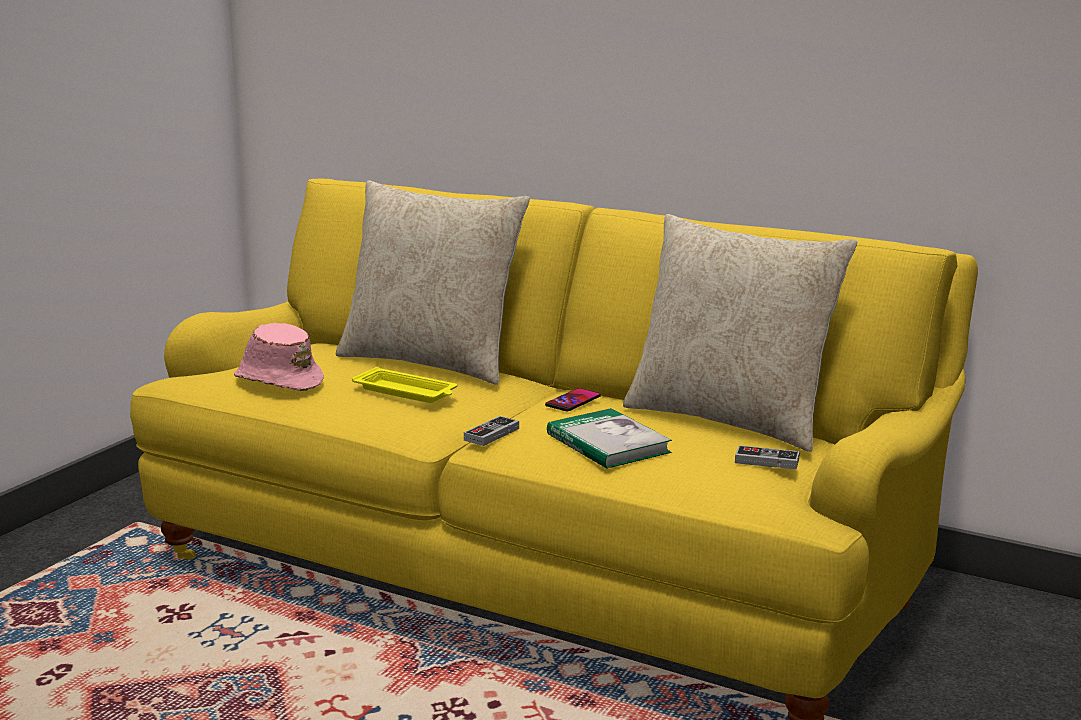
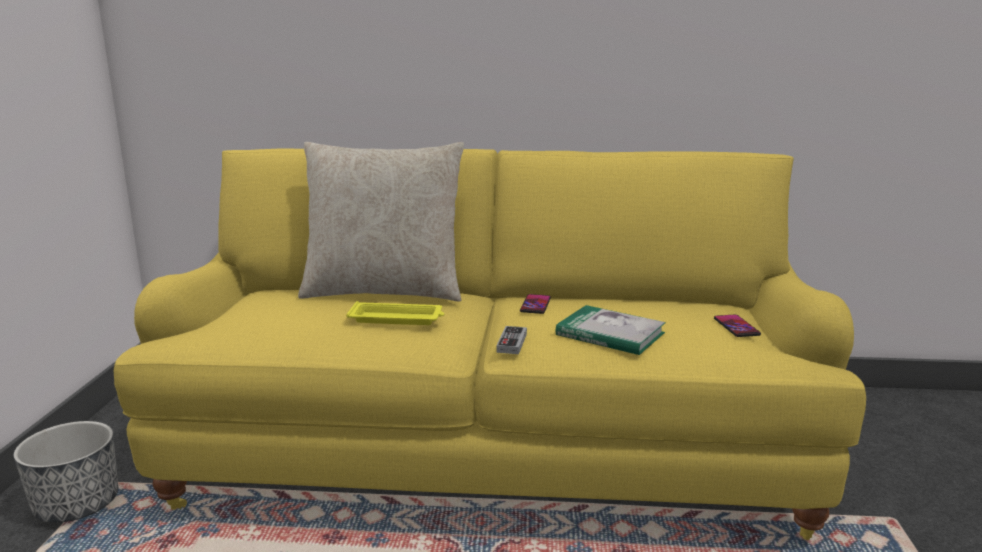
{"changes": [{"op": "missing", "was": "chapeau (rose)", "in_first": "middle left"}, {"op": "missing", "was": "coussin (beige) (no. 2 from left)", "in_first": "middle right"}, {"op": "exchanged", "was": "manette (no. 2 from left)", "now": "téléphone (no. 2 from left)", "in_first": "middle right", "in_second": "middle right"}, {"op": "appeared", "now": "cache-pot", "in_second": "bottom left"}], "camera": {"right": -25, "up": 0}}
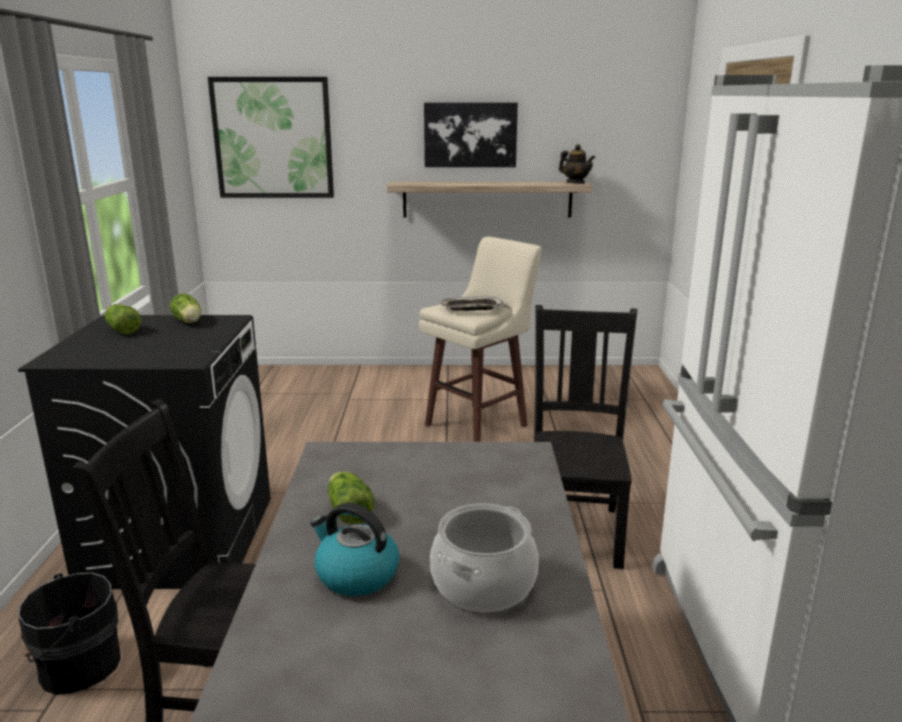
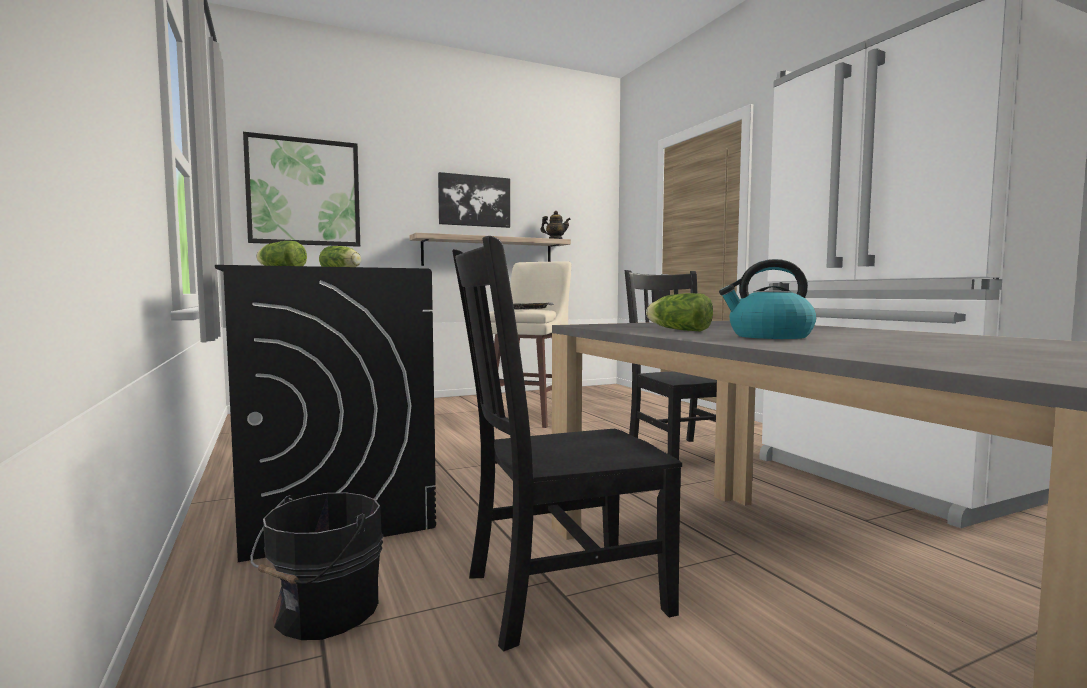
{"changes": [{"op": "missing", "was": "marmite", "in_first": "bottom centre"}], "camera": {"right": -25, "up": -15}}
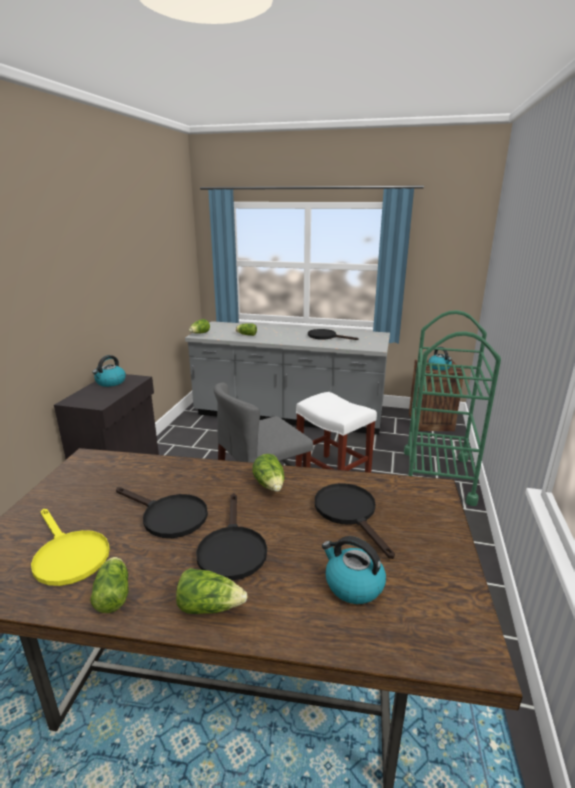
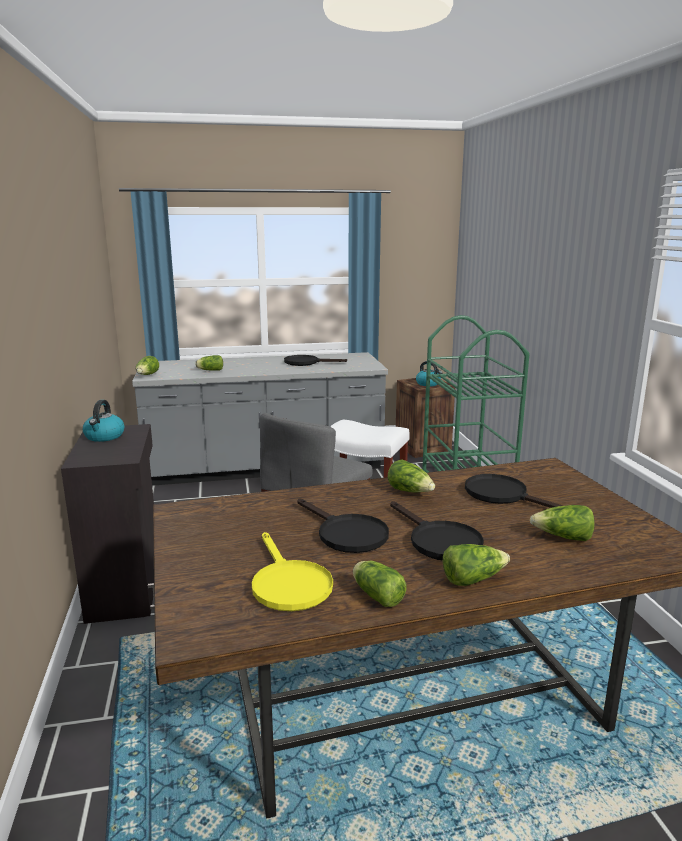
{"changes": [{"op": "spun", "was": "poêle (jaune)", "in_first": "bottom left", "in_second": "bottom centre", "clockwise": 45}, {"op": "spun", "was": "poêle (noir) (no. 1 from left in the first image)", "in_first": "middle left", "in_second": "centre", "clockwise": 45}, {"op": "exchanged", "was": "bouilloire (no. 2 from left)", "now": "laitue (no. 6 from left)", "in_first": "bottom centre", "in_second": "middle right"}], "camera": {"right": -25, "up": -5}}
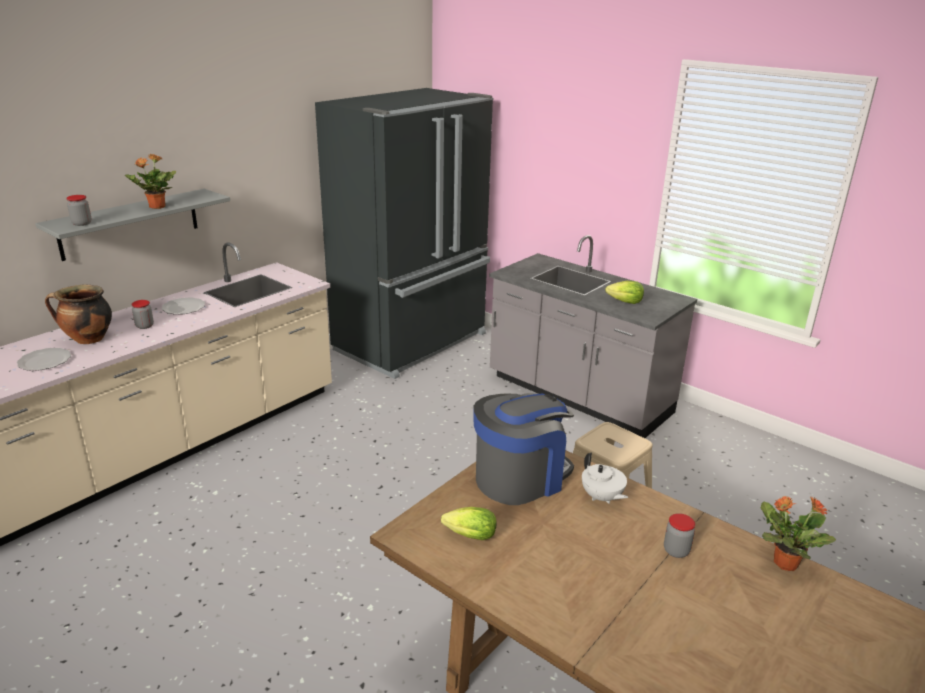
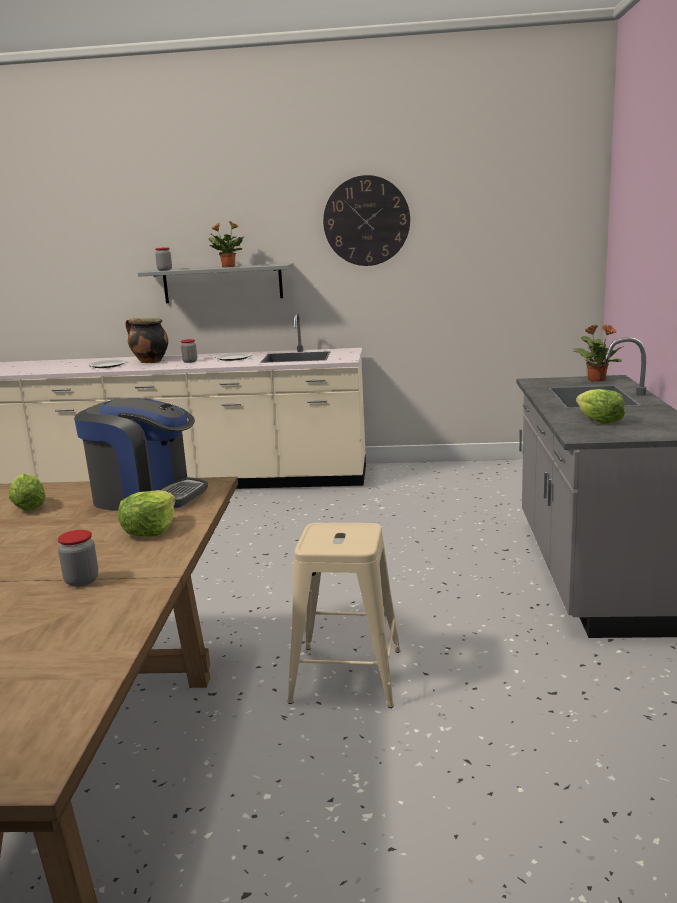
{"changes": [{"op": "missing", "was": "réfrigérateur (noir)", "in_first": "centre"}, {"op": "exchanged", "was": "théière (blanc)", "now": "laitue (no. 2 from left)", "in_first": "bottom centre", "in_second": "middle left"}, {"op": "relocated", "was": "plante en pot (no. 2 from left)", "in_first": "bottom right", "in_second": "middle right"}, {"op": "appeared", "now": "horloge murale", "in_second": "top centre"}], "camera": {"right": 55, "up": -10}}
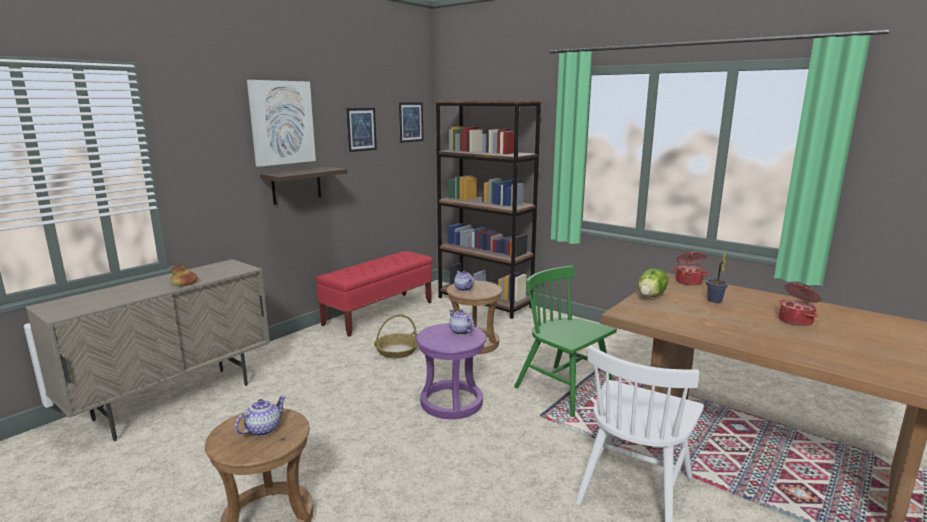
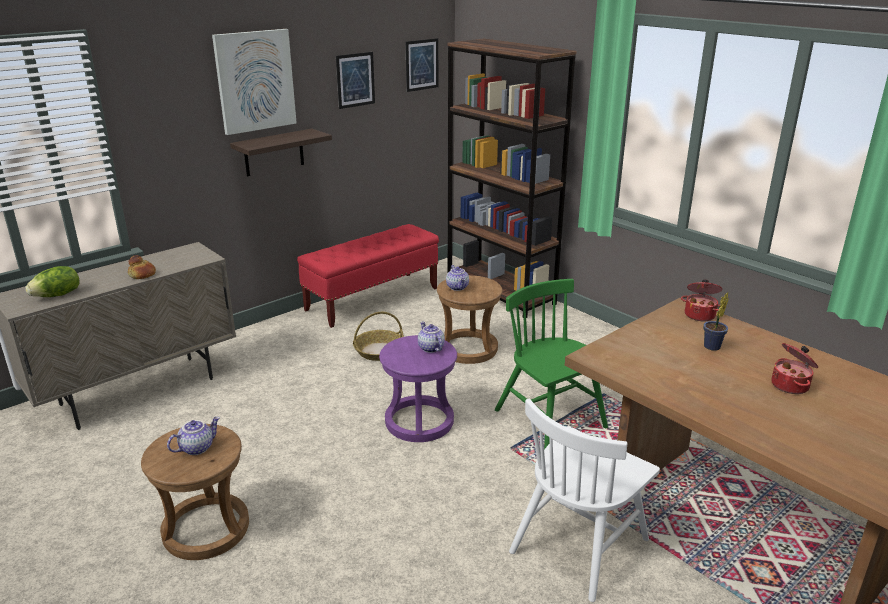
{"changes": [{"op": "relocated", "was": "laitue", "in_first": "middle right", "in_second": "middle left"}], "camera": {"right": 10, "up": 10}}
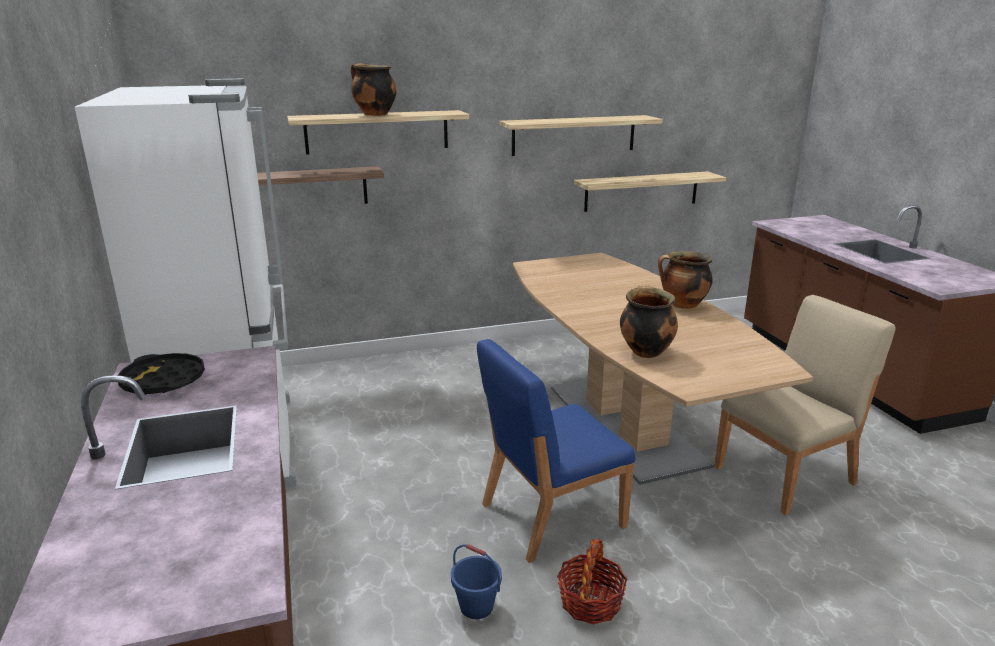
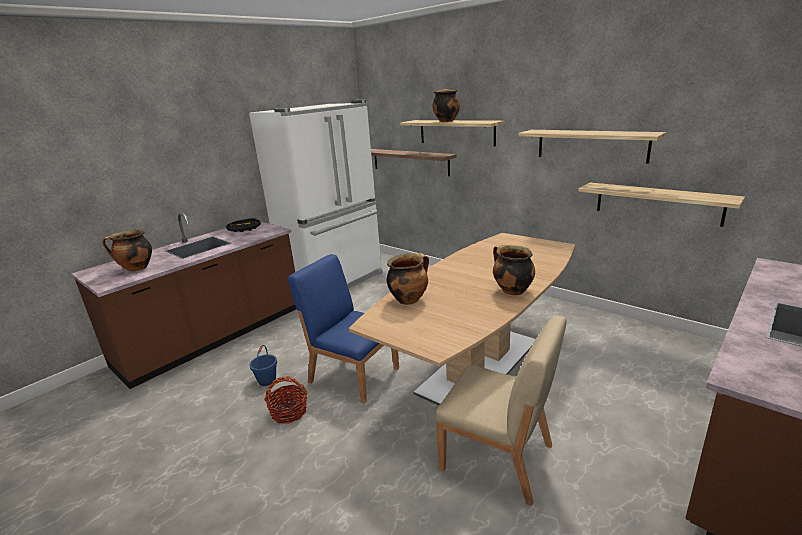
{"changes": [{"op": "appeared", "now": "marmite (no. 1 from left)", "in_second": "middle left"}], "camera": {"right": 60, "up": 0}}
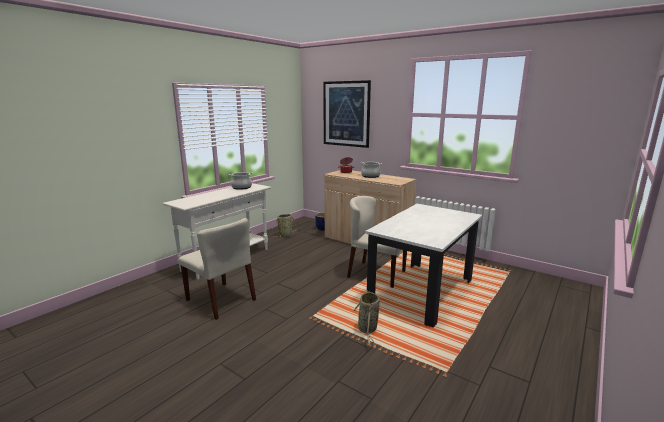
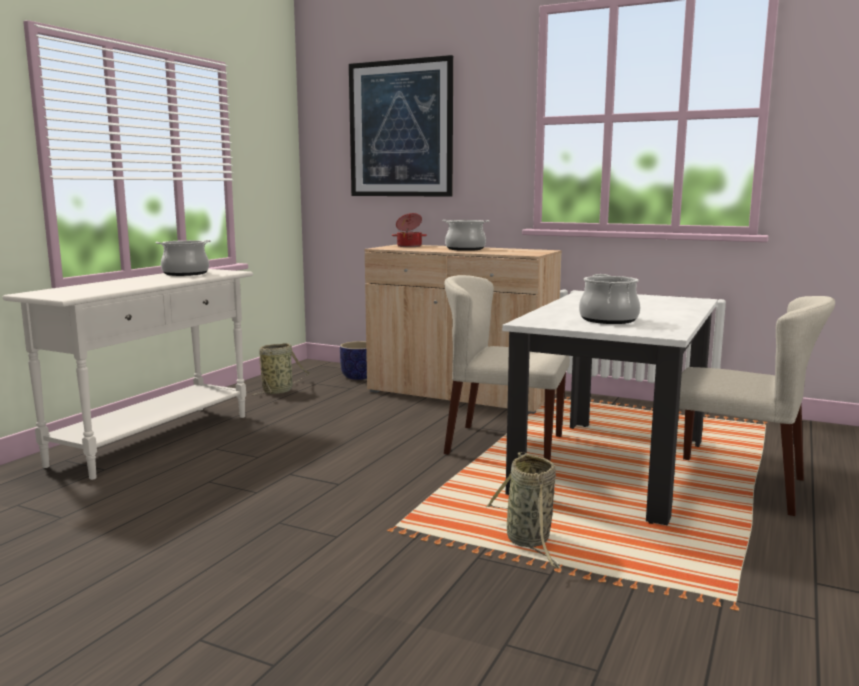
{"changes": [{"op": "relocated", "was": "chaise (beige) (no. 1 from left in the first image)", "now": "chaise (beige) (no. 2 from left)", "in_first": "middle left", "in_second": "middle right"}, {"op": "appeared", "now": "marmite (no. 4 from left)", "in_second": "middle right"}], "camera": {"right": -10, "up": -5}}
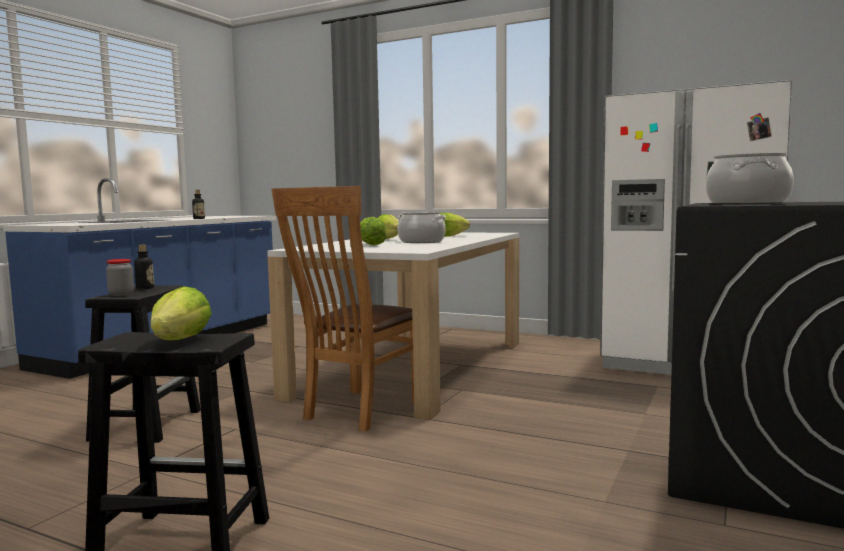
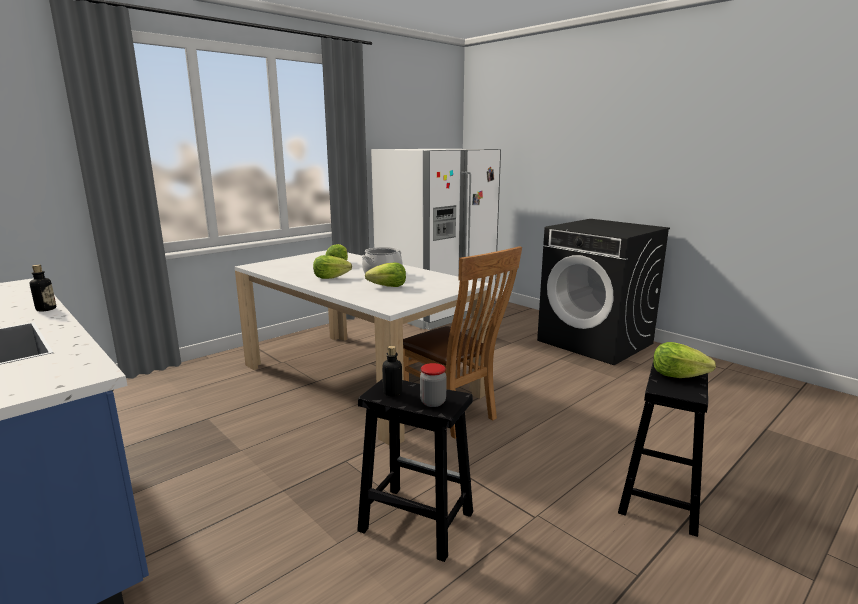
{"changes": [{"op": "missing", "was": "marmite (no. 2 from left)", "in_first": "top right"}], "camera": {"right": -70, "up": 10}}
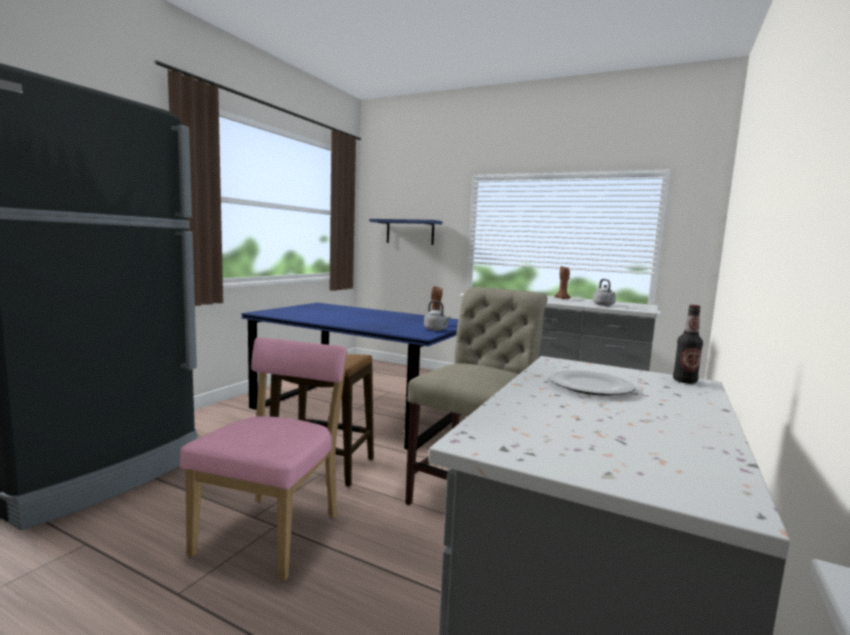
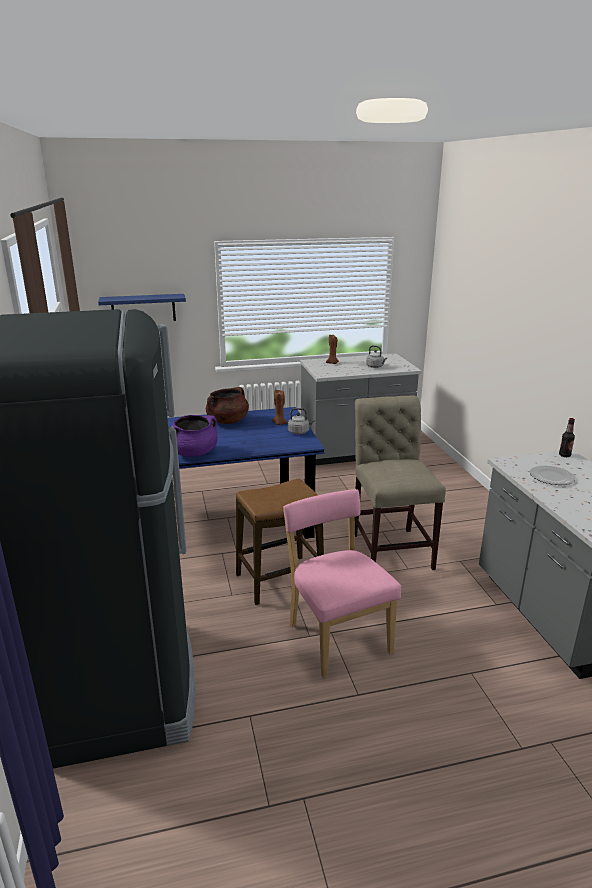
{"changes": [{"op": "appeared", "now": "marmite (violet)", "in_second": "middle left"}, {"op": "appeared", "now": "marmite (marron)", "in_second": "centre"}], "camera": {"right": -40, "up": 15}}
